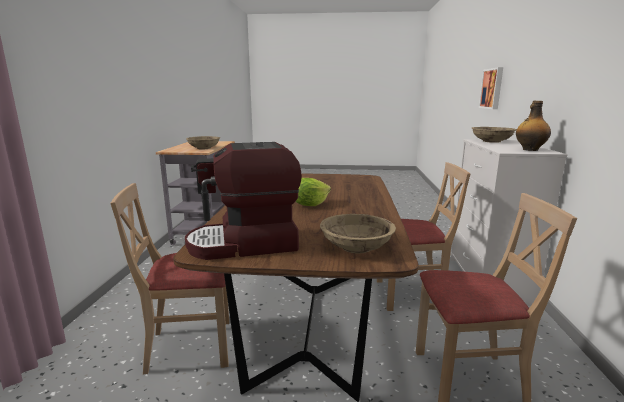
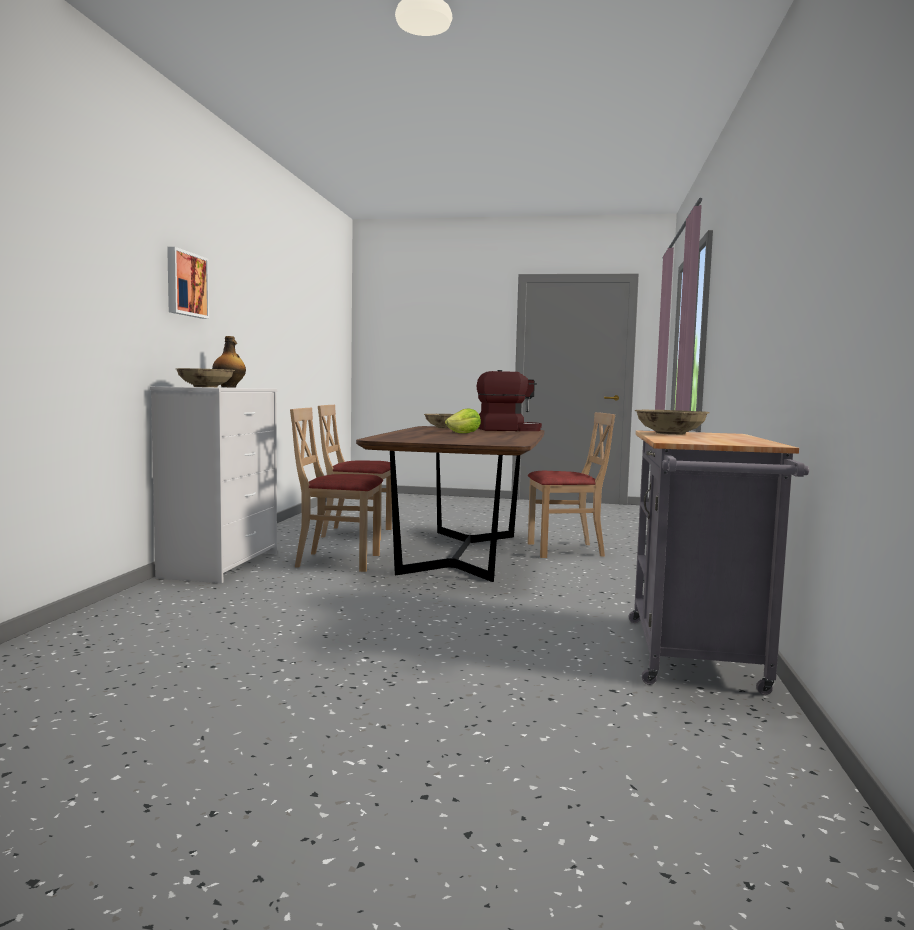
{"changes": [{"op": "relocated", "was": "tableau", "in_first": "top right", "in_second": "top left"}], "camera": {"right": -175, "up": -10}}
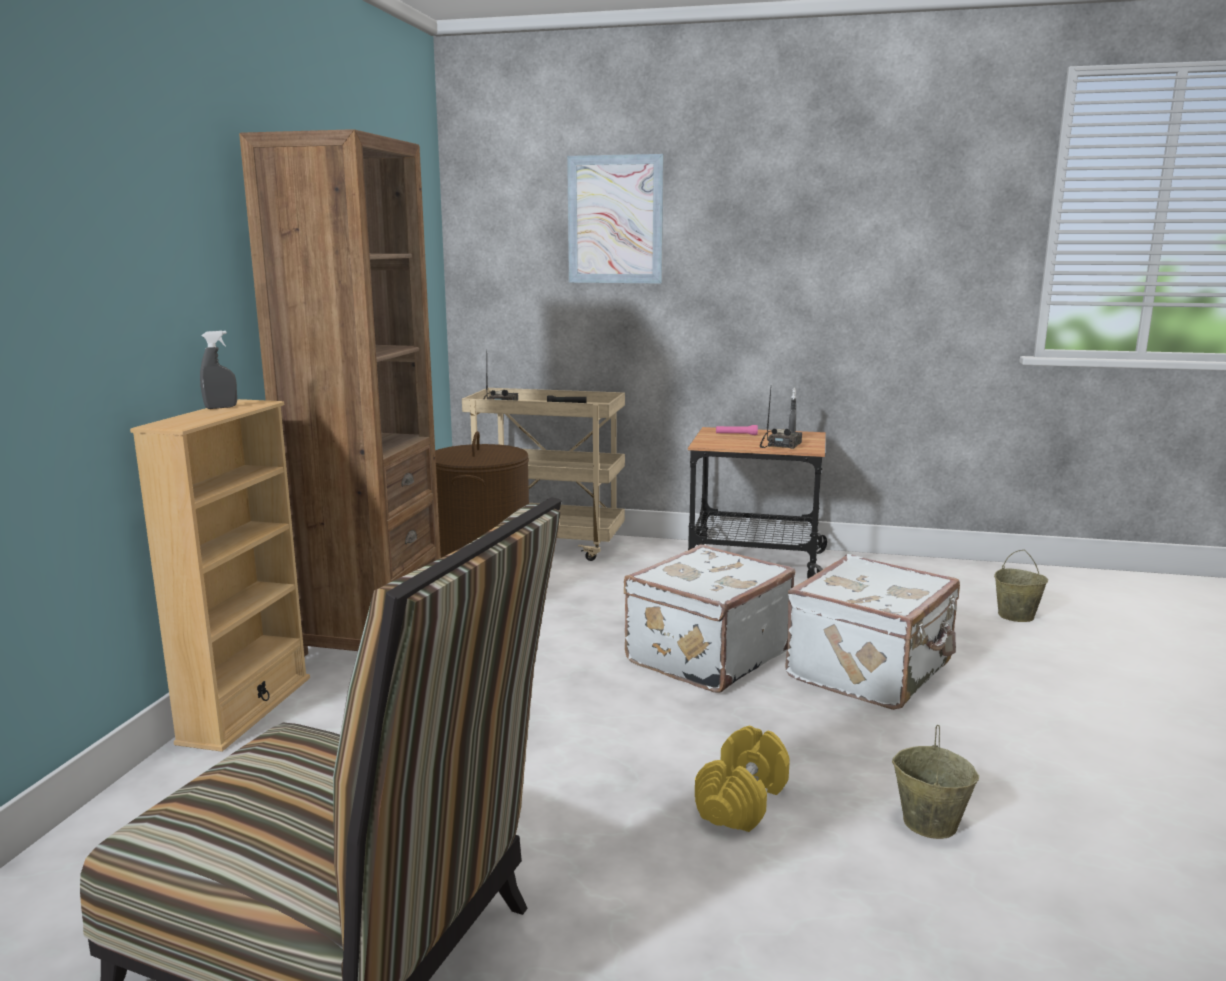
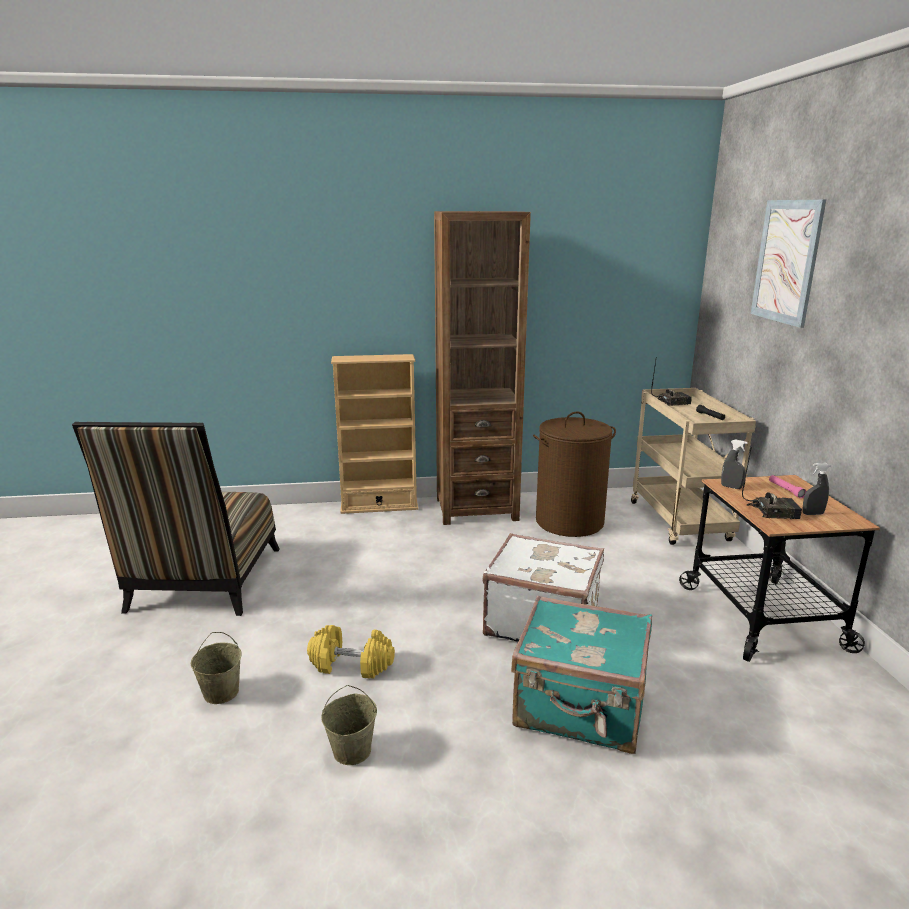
{"changes": [{"op": "relocated", "was": "vaporisateur (gris) (no. 1 from left)", "in_first": "middle left", "in_second": "middle right"}, {"op": "colour", "was": "valise (blanc) (no. 2 from left)", "now": "valise (turquoise)", "in_first": "middle right", "in_second": "bottom centre"}, {"op": "relocated", "was": "seau (beige) (no. 2 from left in the first image)", "now": "seau (beige) (no. 1 from left)", "in_first": "middle right", "in_second": "bottom left"}], "camera": {"right": 70, "up": 5}}
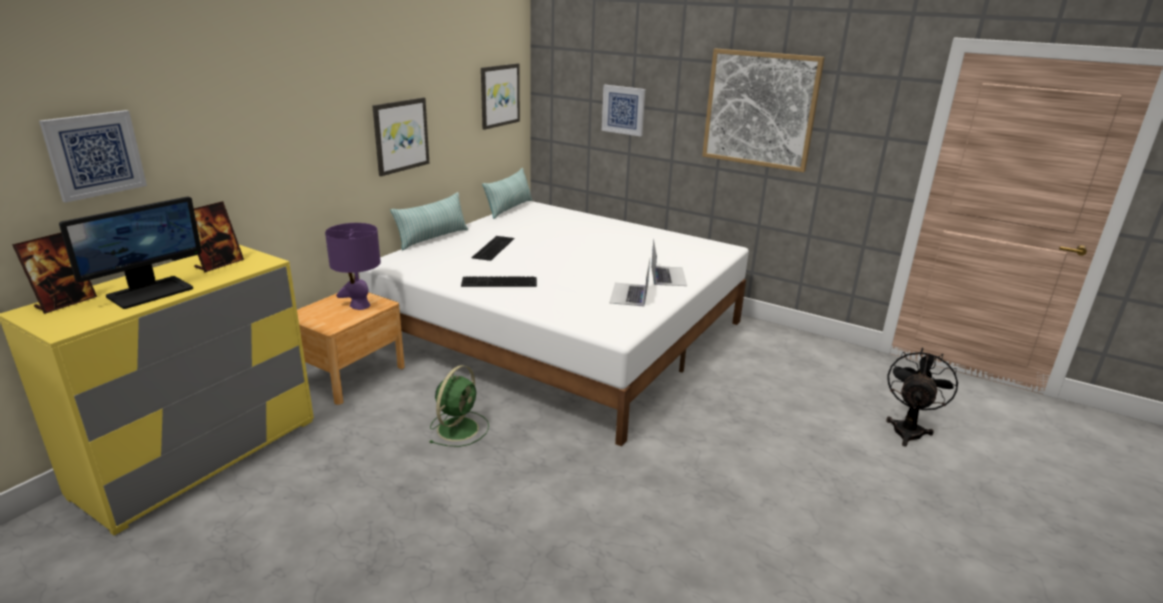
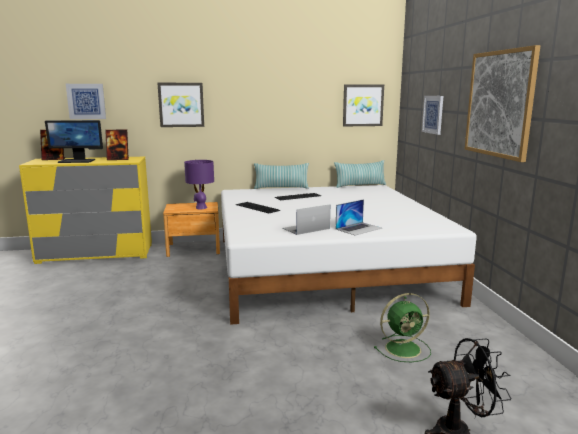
{"changes": [{"op": "relocated", "was": "tableau (no. 2 from left)", "in_first": "top centre", "in_second": "top left"}, {"op": "relocated", "was": "ventilateur (vert)", "in_first": "bottom centre", "in_second": "bottom right"}], "camera": {"right": 50, "up": -10}}
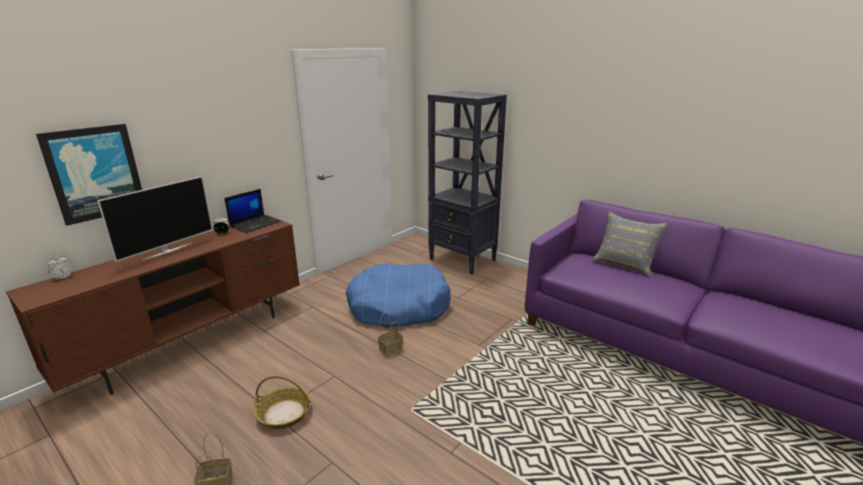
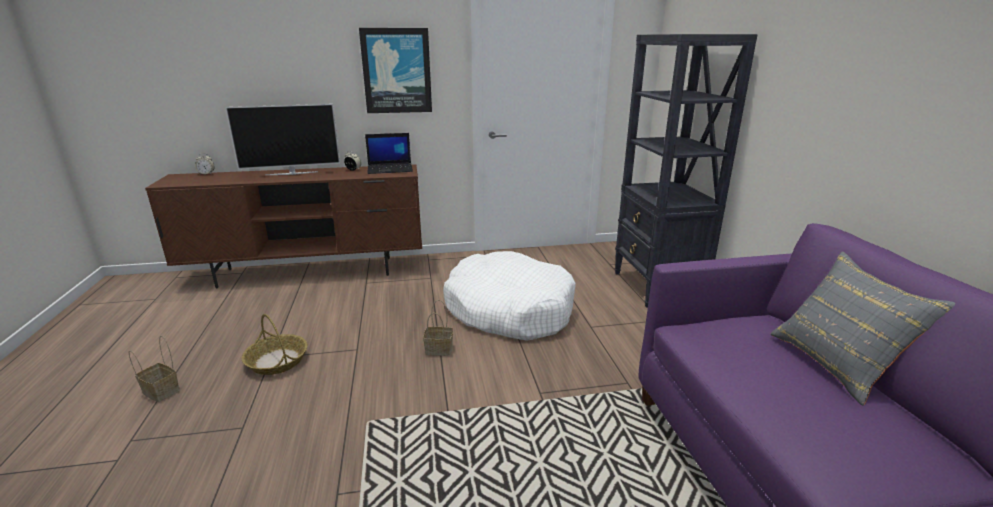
{"changes": [{"op": "relocated", "was": "tableau", "in_first": "middle left", "in_second": "top centre"}, {"op": "colour", "was": "panier pour chien (bleu)", "now": "panier pour chien (blanc)", "in_first": "centre", "in_second": "centre"}], "camera": {"right": 40, "up": 0}}
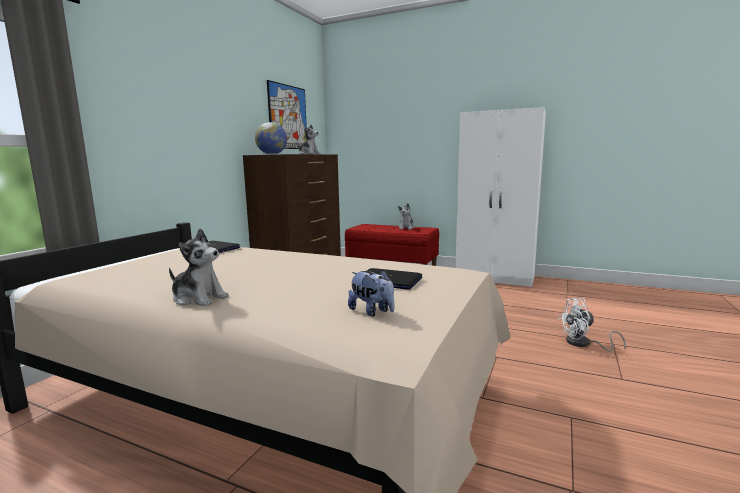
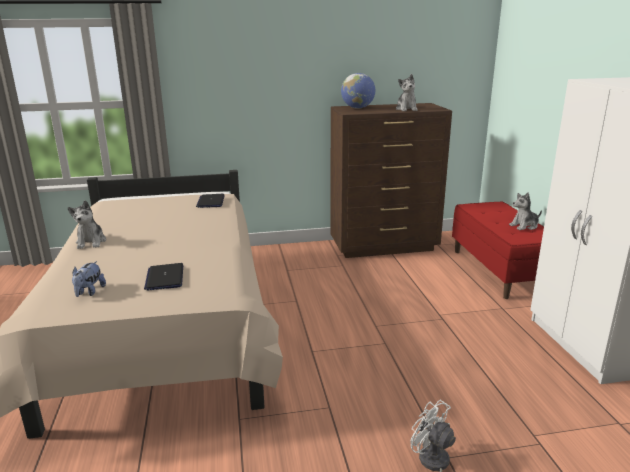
{"changes": [{"op": "missing", "was": "tableau", "in_first": "top centre"}], "camera": {"right": 55, "up": 10}}
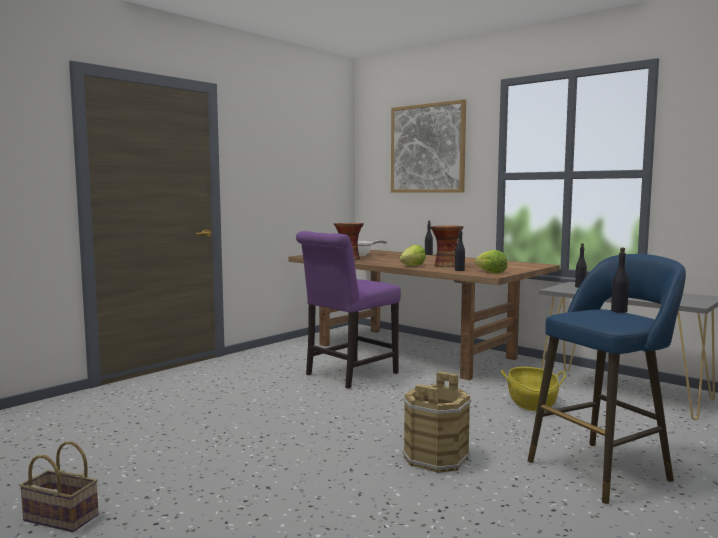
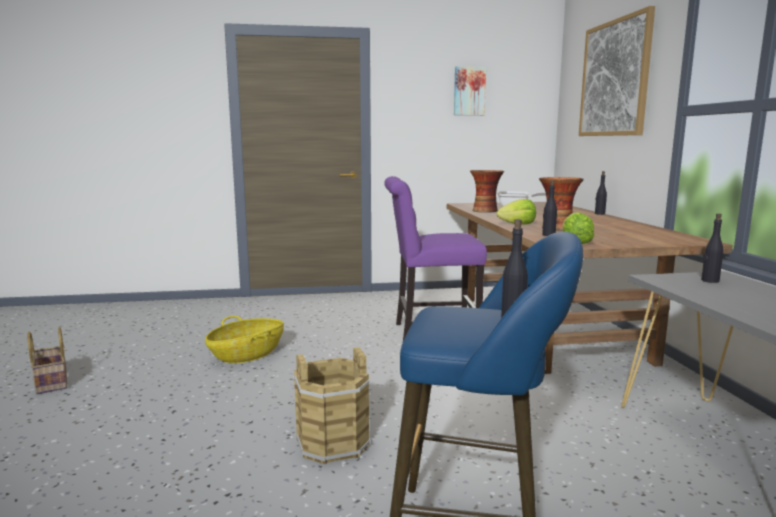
{"changes": [{"op": "relocated", "was": "panier (no. 2 from left)", "in_first": "bottom right", "in_second": "middle left"}, {"op": "appeared", "now": "tableau (no. 1 from left)", "in_second": "top centre"}], "camera": {"right": 40, "up": 5}}
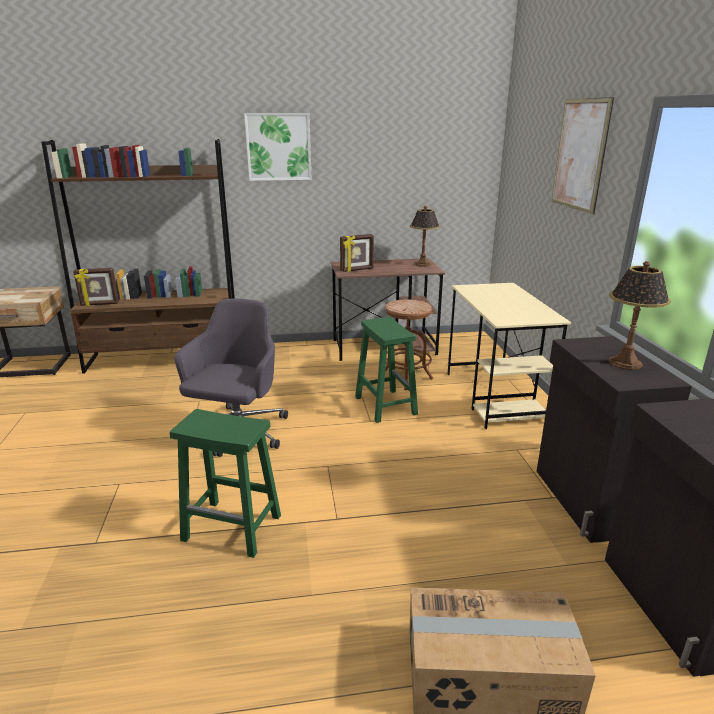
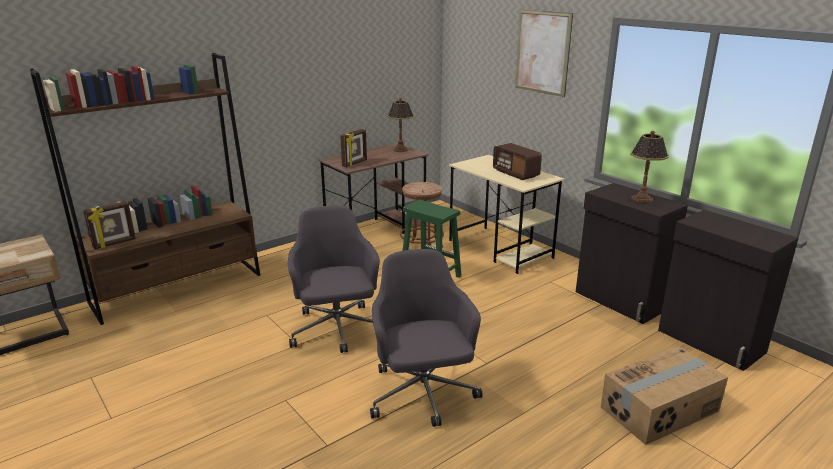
{"changes": [{"op": "exchanged", "was": "tabouret (vert) (no. 1 from left)", "now": "chaise de bureau (gris) (no. 2 from left)", "in_first": "bottom left", "in_second": "bottom centre"}, {"op": "missing", "was": "tableau (no. 1 from left)", "in_first": "top centre"}, {"op": "appeared", "now": "radio", "in_second": "centre"}], "camera": {"right": -30, "up": 0}}
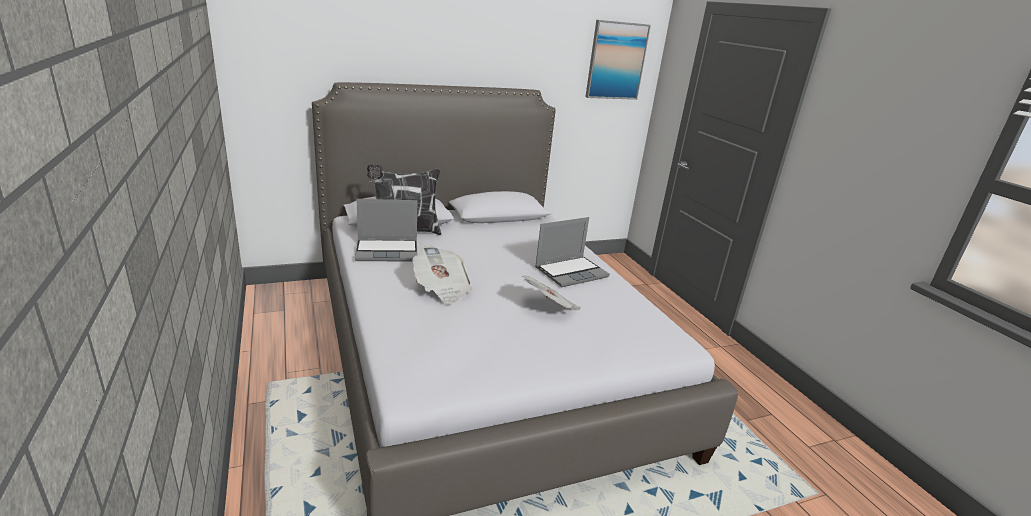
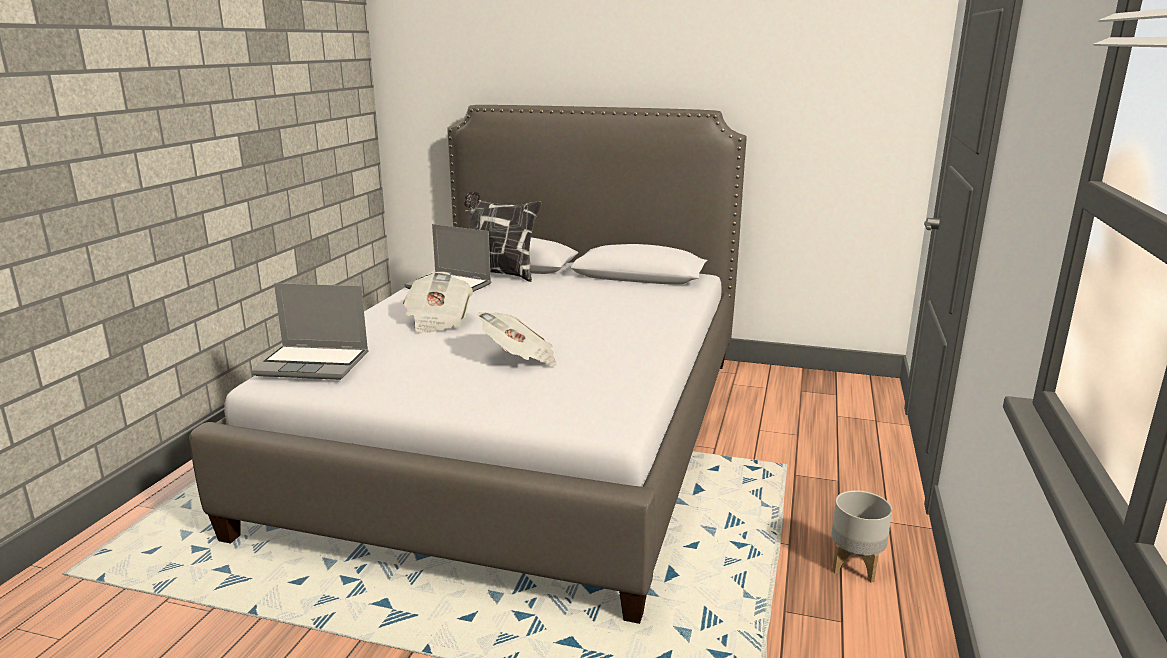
{"changes": [{"op": "relocated", "was": "ordinateur portable (no. 2 from left in the first image)", "now": "ordinateur portable (no. 1 from left)", "in_first": "centre", "in_second": "middle left"}, {"op": "missing", "was": "tableau", "in_first": "top centre"}, {"op": "appeared", "now": "cache-pot (gris)", "in_second": "bottom right"}], "camera": {"right": 40, "up": -5}}
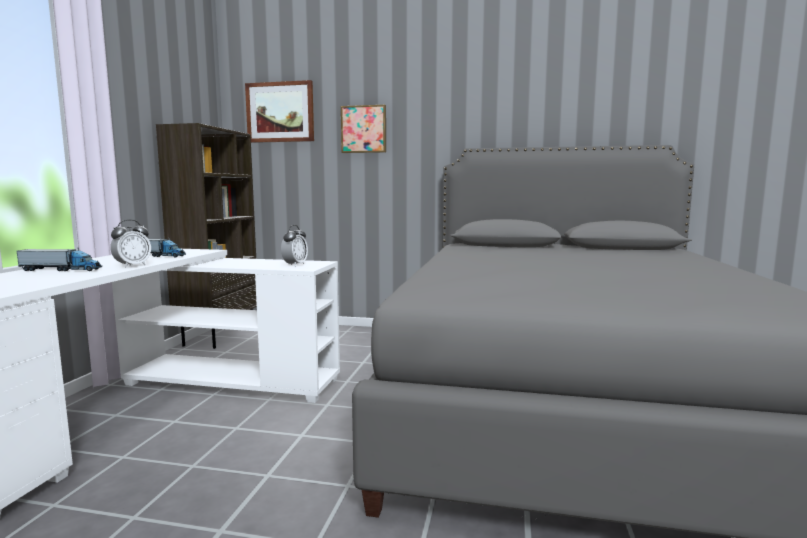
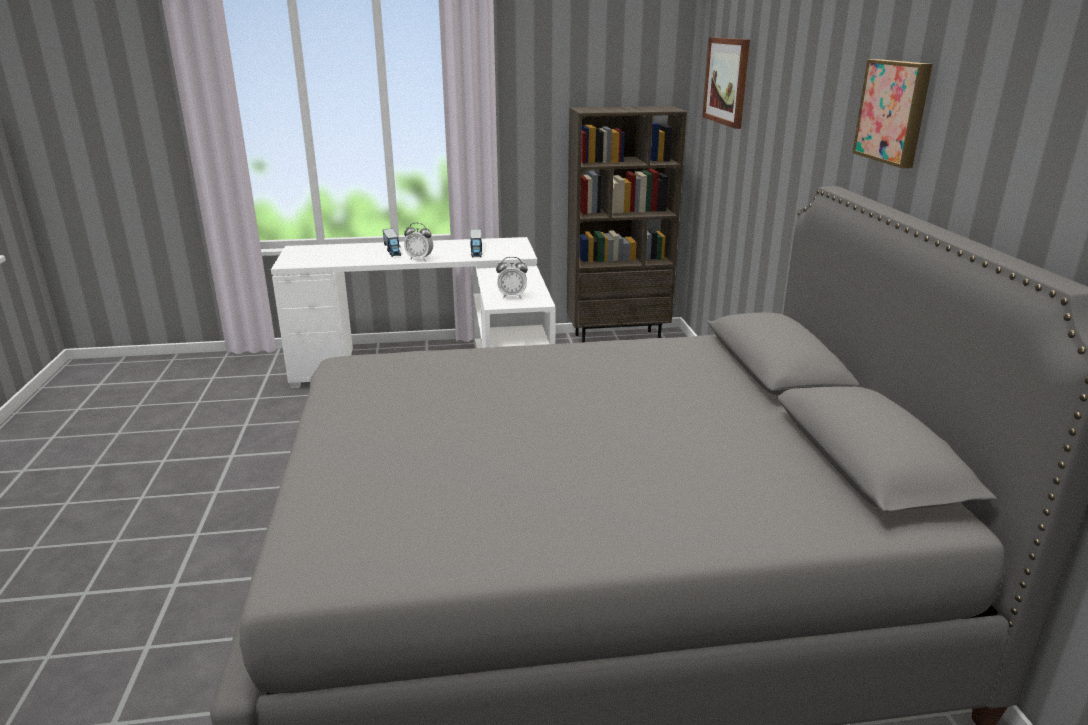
{"changes": [{"op": "relocated", "was": "tableau (no. 2 from left)", "in_first": "top centre", "in_second": "top right"}], "camera": {"right": 70, "up": 15}}
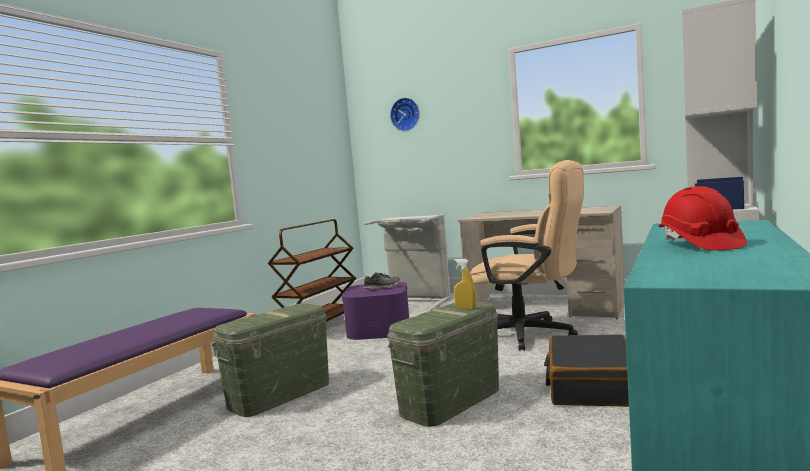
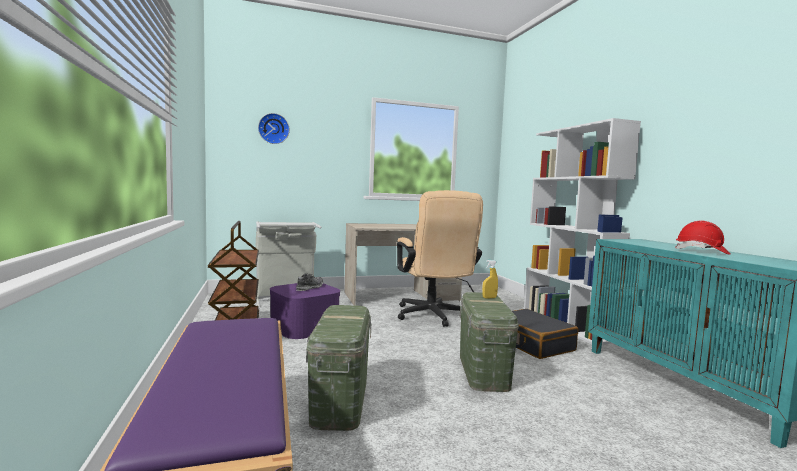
{"changes": [{"op": "spun", "was": "chaise de bureau (beige)", "in_first": "centre", "in_second": "centre", "clockwise": 90}], "camera": {"right": -45, "up": 0}}
